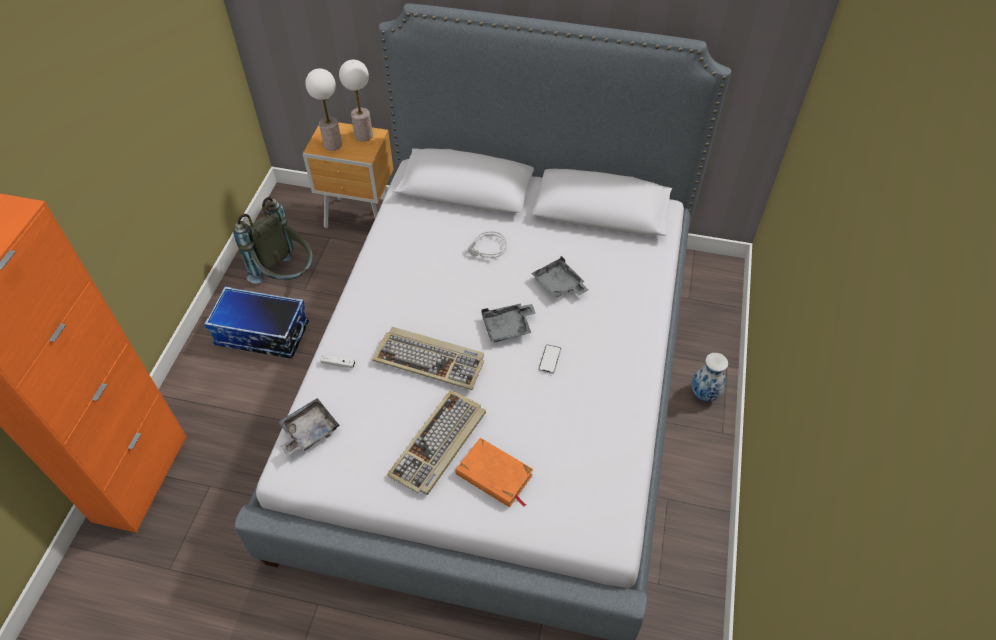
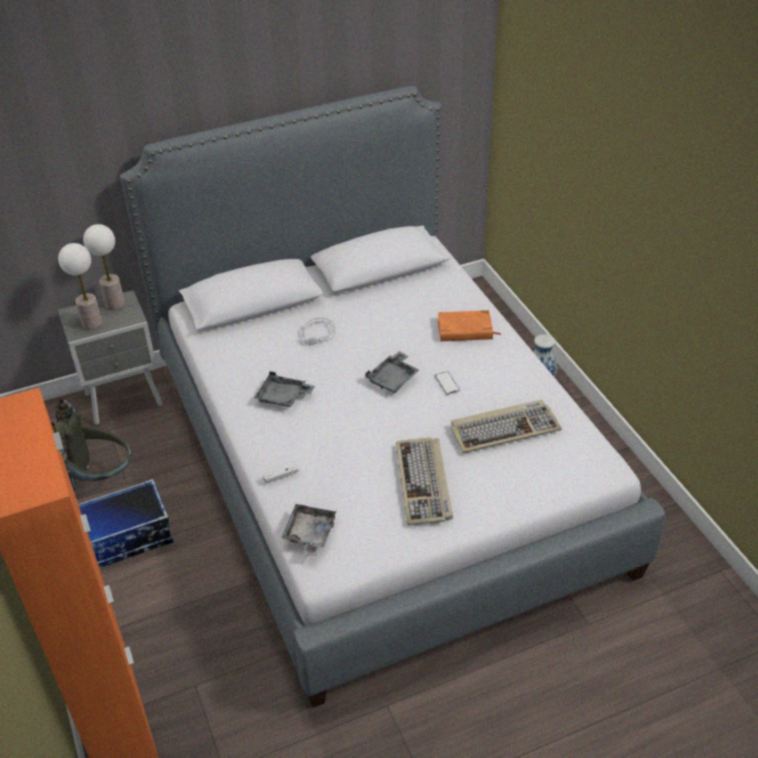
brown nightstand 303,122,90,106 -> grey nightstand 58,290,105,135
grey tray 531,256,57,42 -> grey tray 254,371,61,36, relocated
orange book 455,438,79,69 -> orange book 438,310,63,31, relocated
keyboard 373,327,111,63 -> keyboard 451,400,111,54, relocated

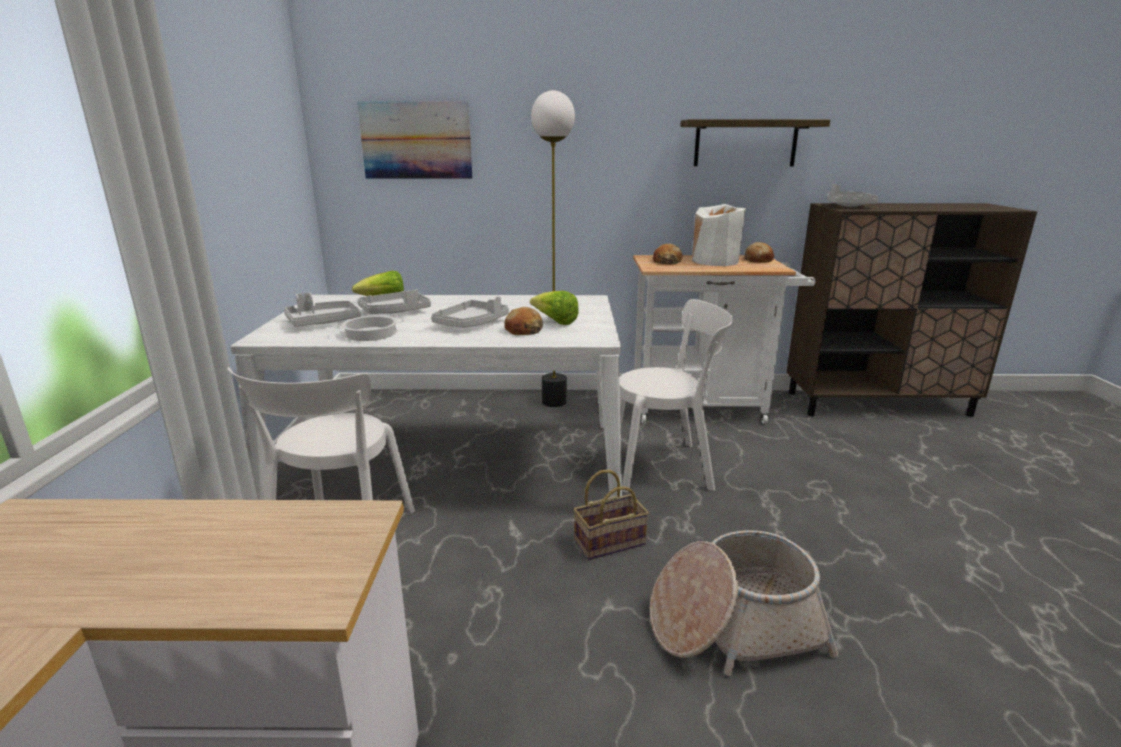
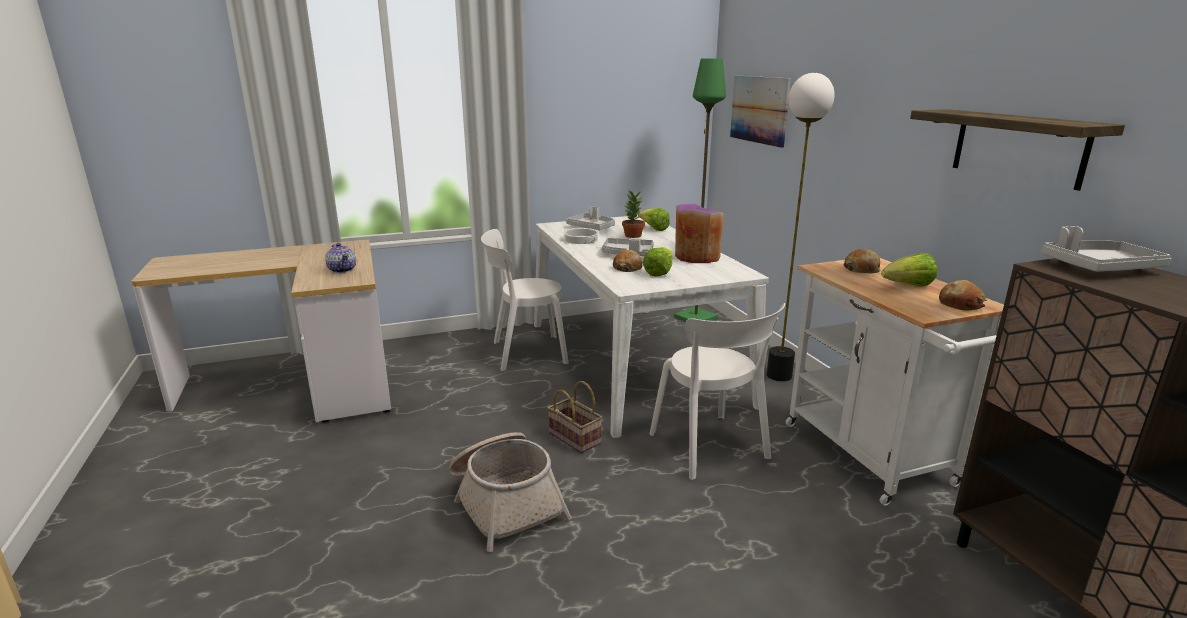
none -> teapot 325,243,31,30
grey tray 357,289,74,25 -> potted plant 622,191,23,47
none -> green floor lamp 674,58,52,264
none -> purple vase 675,204,48,59
white vase 692,204,54,62 -> lettuce 881,253,56,33

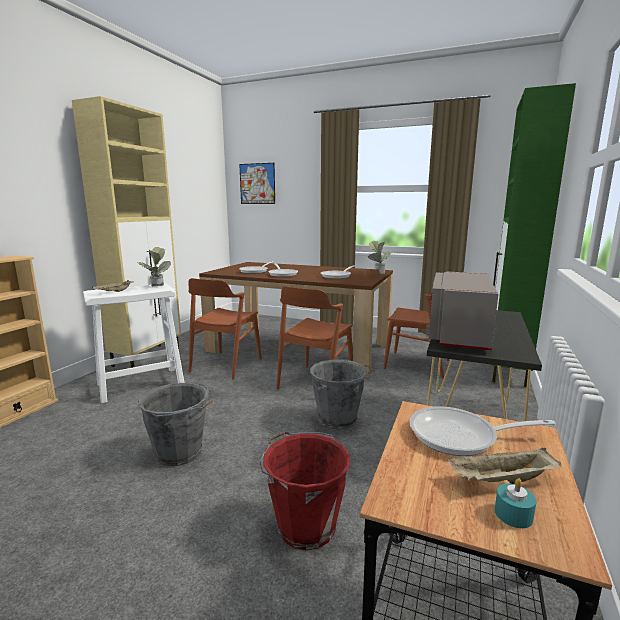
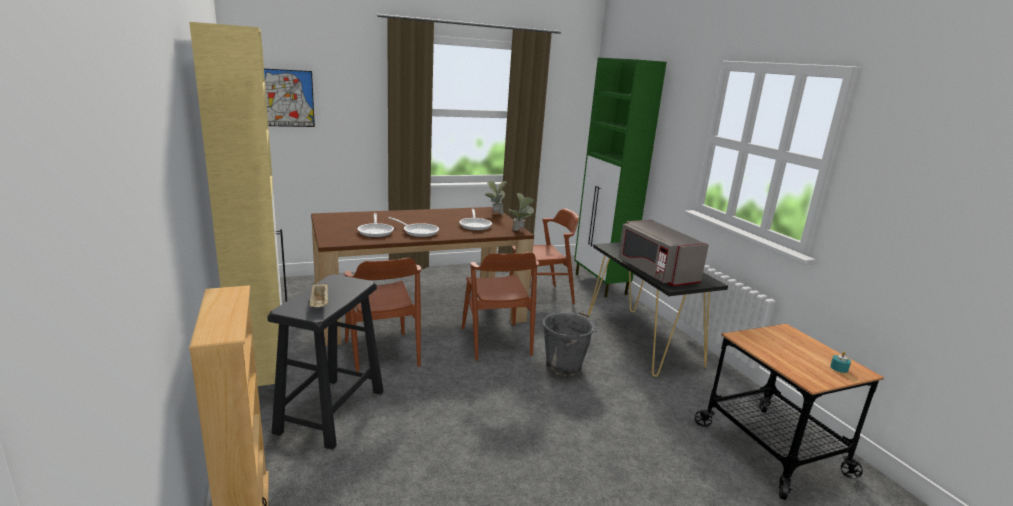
white stool 83,284,102,119 -> black stool 267,274,117,176
potted plant 138,247,33,40 -> potted plant 507,193,27,38, relocated
grey bucket 138,383,74,83 -> none
red bucket 260,431,90,119 -> none
frying pan 409,406,147,50 -> none
beige tray 448,447,113,37 -> none

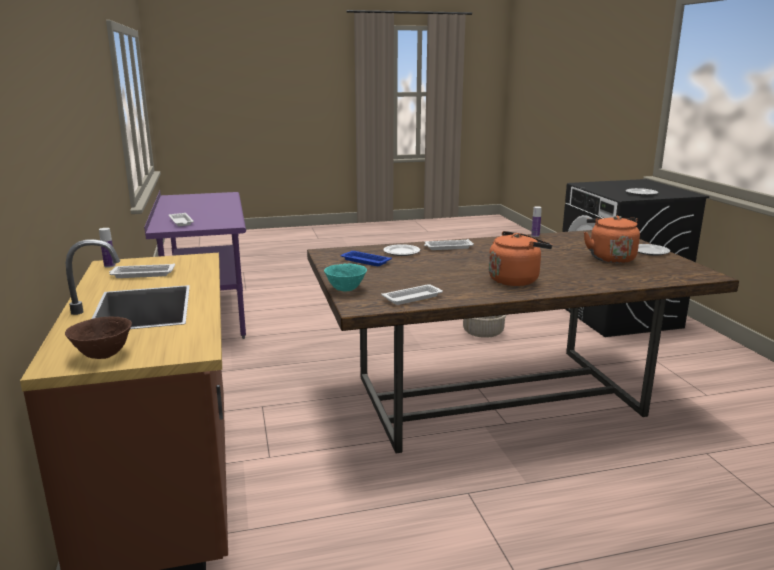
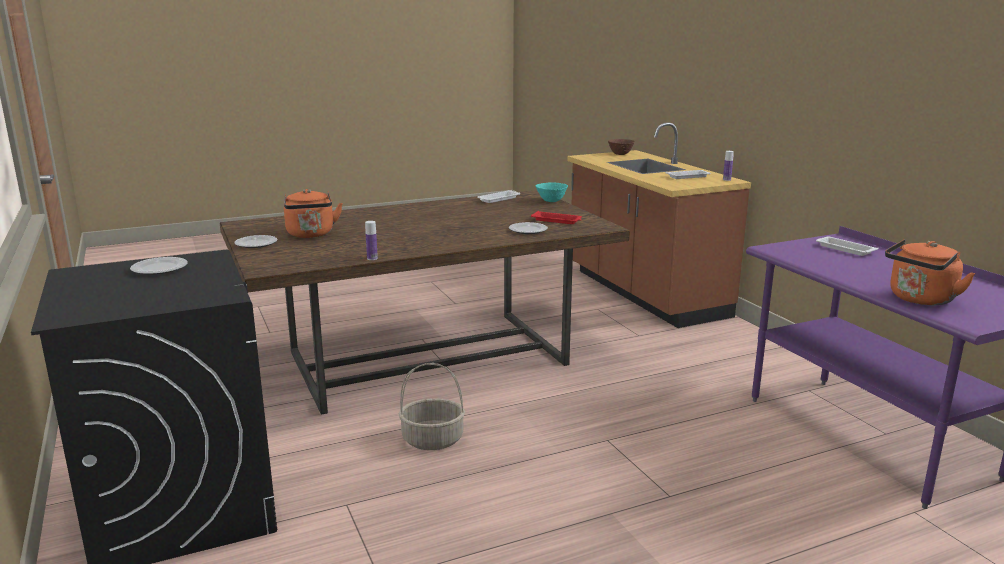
blue tray 340,251,52,15 -> red tray 531,211,51,13
orange kettle 489,231,63,55 -> orange kettle 885,239,91,67, relocated
white tray 424,239,50,11 -> none

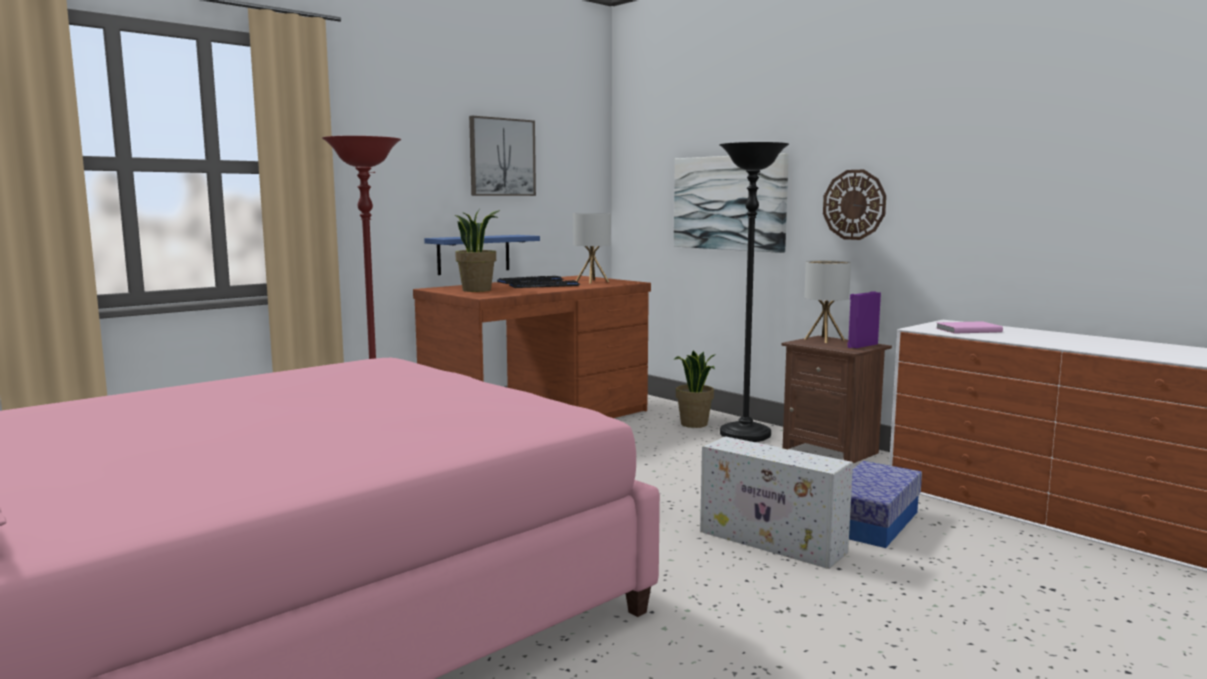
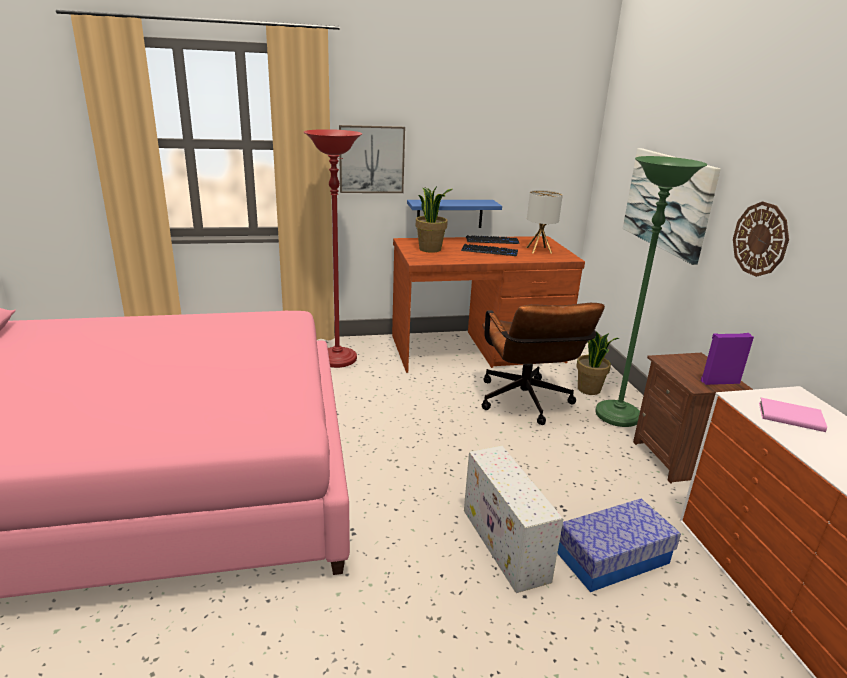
picture 469,116,67,80 -> picture 339,125,66,68, relocated
none -> brown office chair 481,303,124,122
black floor lamp 719,142,70,300 -> green floor lamp 595,156,113,271
table lamp 804,260,47,83 -> none

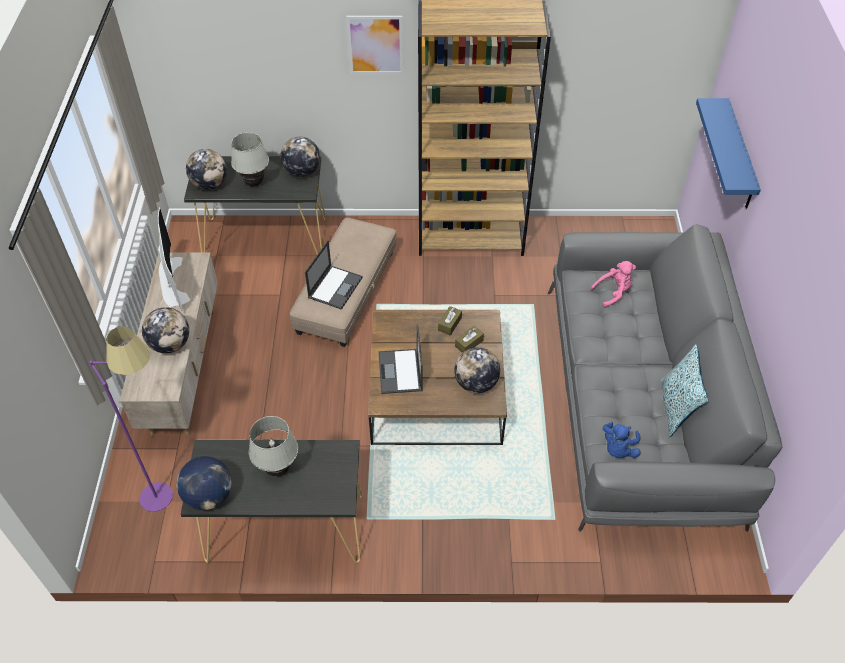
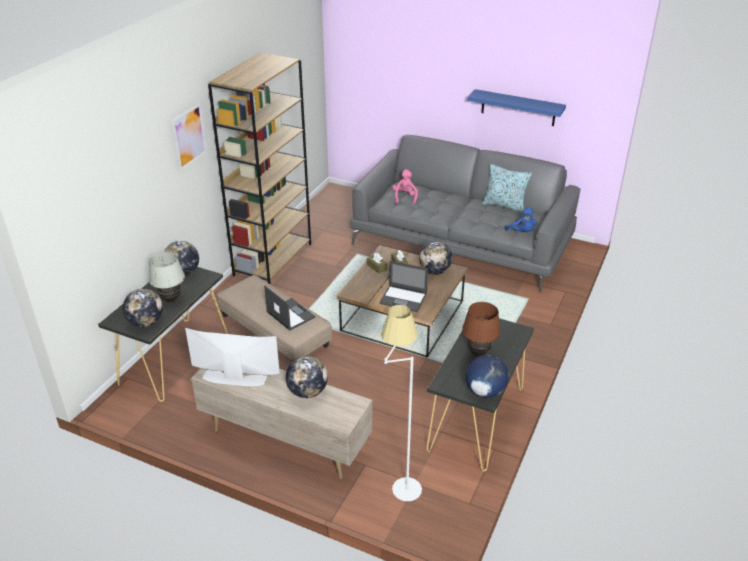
purple floor lamp 89,326,84,186 -> white floor lamp 381,305,41,196
white table lamp 249,416,49,60 -> brown table lamp 462,302,39,54
blue shelf 696,98,65,110 -> blue shelf 468,89,98,37, relocated

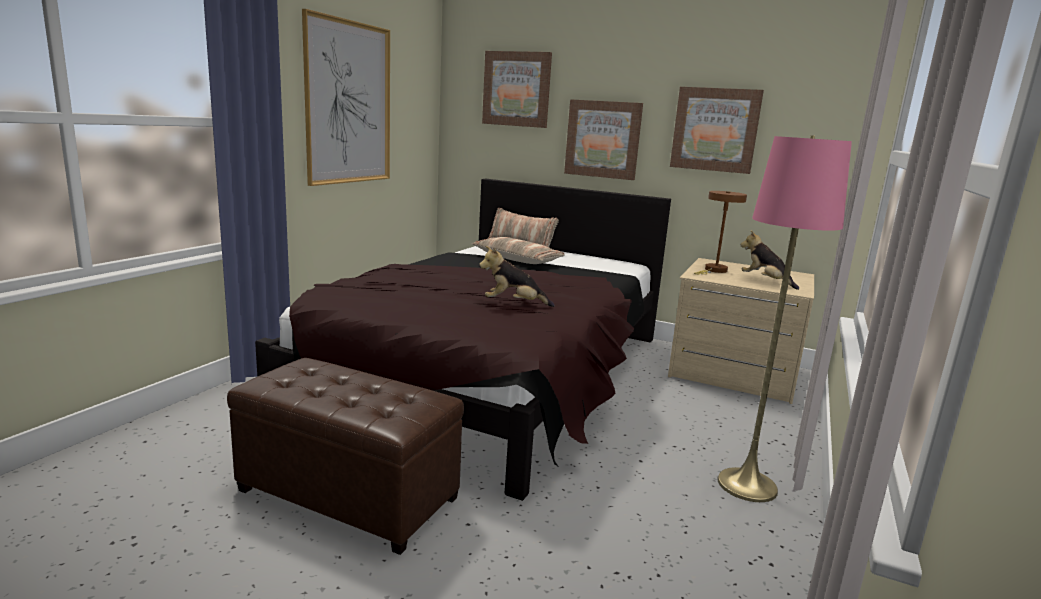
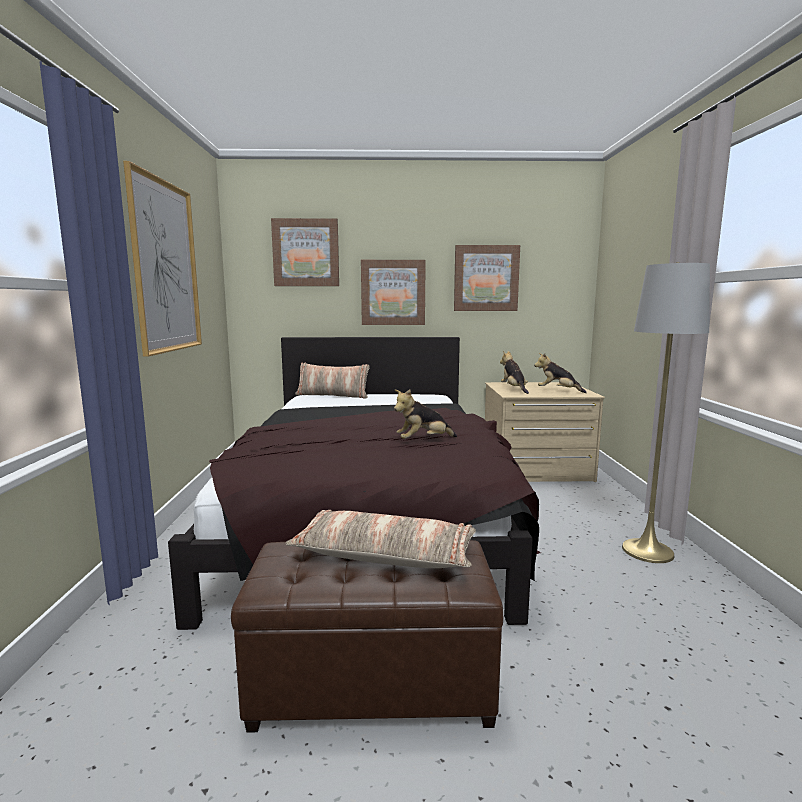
pillow 471,237,94,27 -> pillow 286,510,190,58, relocated
brown table lamp 694,191,53,83 -> plush toy 500,351,29,43
pink floor lamp 717,135,135,367 -> grey floor lamp 622,262,88,301

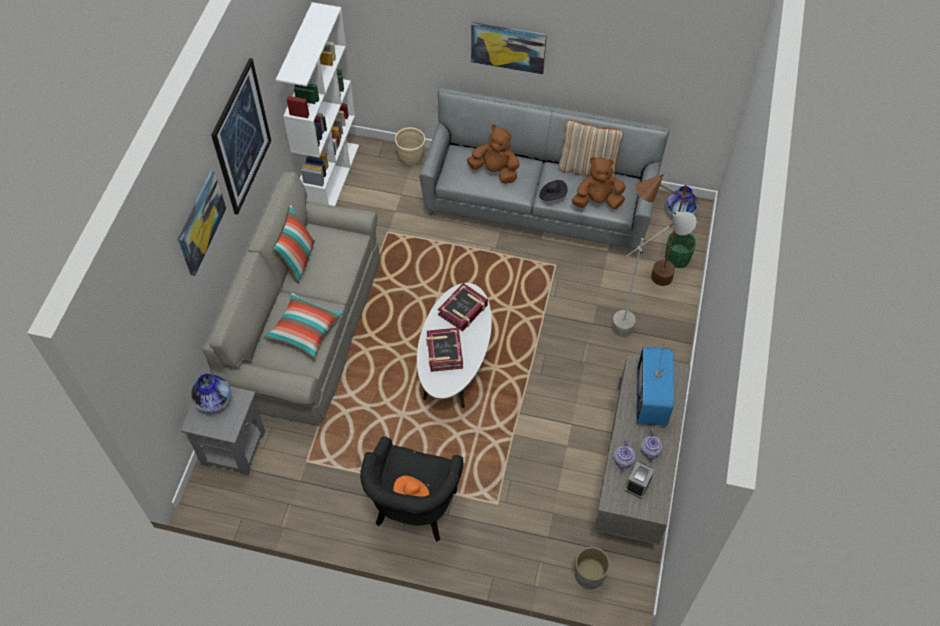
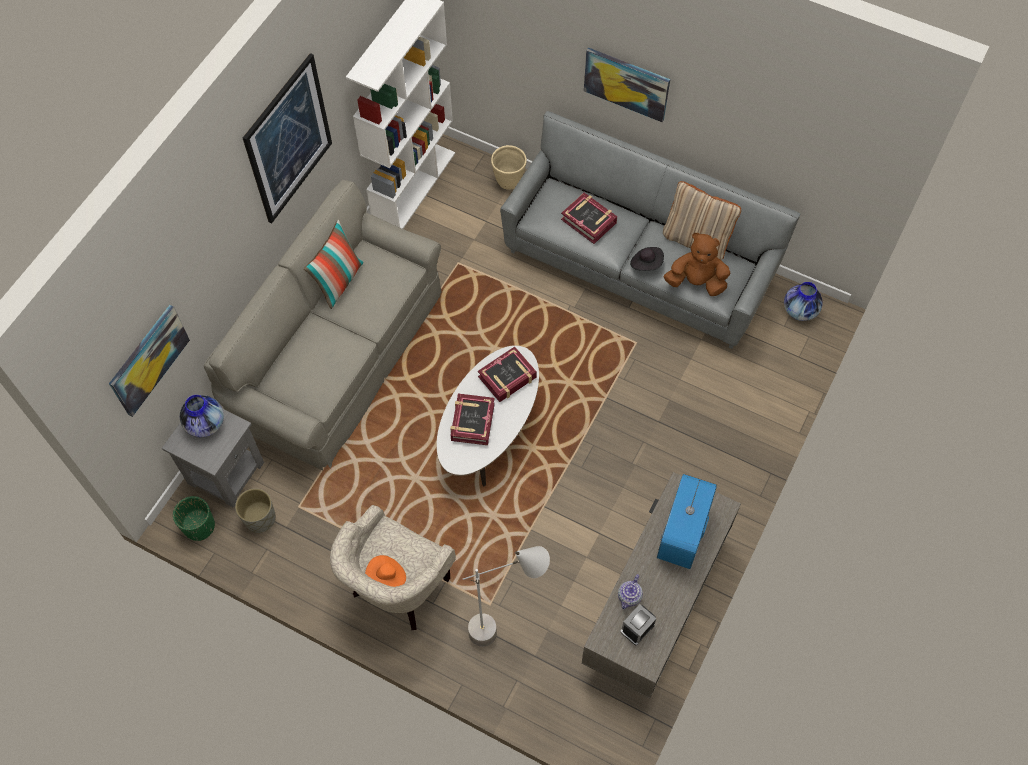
picture 178,171,48,105 -> picture 109,305,81,112, relocated
green planter 665,232,31,36 -> green planter 173,496,42,45, relocated
grey planter 575,547,35,42 -> grey planter 235,488,41,45, relocated
black armchair 360,437,103,105 -> beige armchair 330,505,126,125
grey floor lamp 611,212,85,125 -> grey floor lamp 463,546,87,101, relocated
brown plush toy 467,125,53,59 -> book 561,193,56,51
pillow 264,293,79,65 -> none
brown floor lamp 635,174,58,112 -> none
teapot 641,429,22,31 -> none

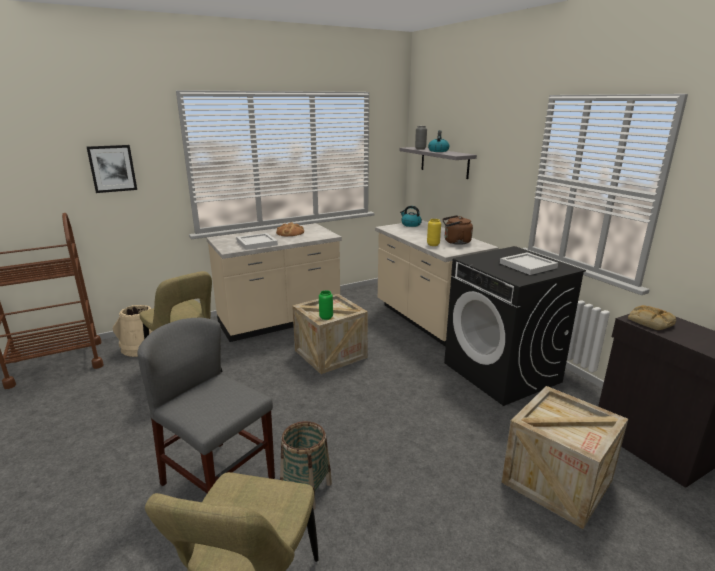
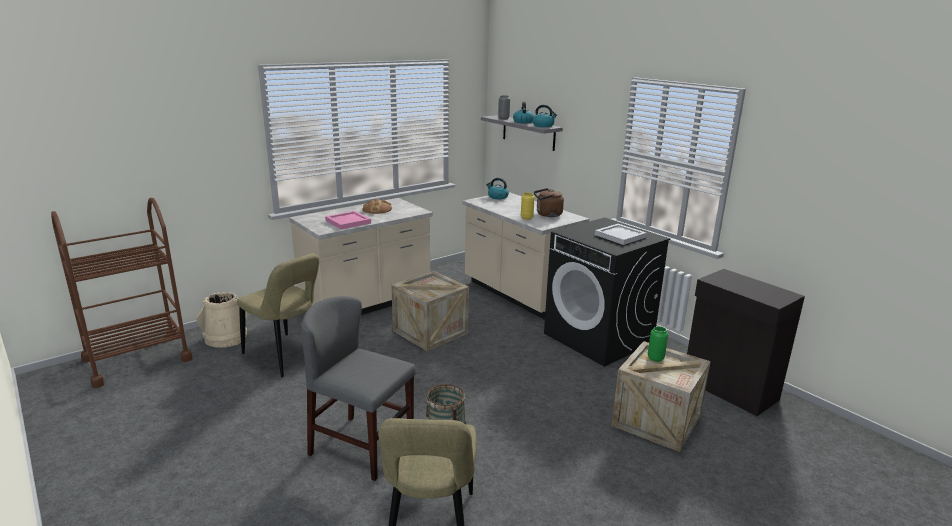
white tray 236,233,42,17 -> pink tray 325,211,46,18
none -> kettle 533,105,24,22
green vase 319,290,14,30 -> green vase 648,326,20,36, relocated
picture 87,145,50,48 -> none
bread 628,305,48,25 -> none

